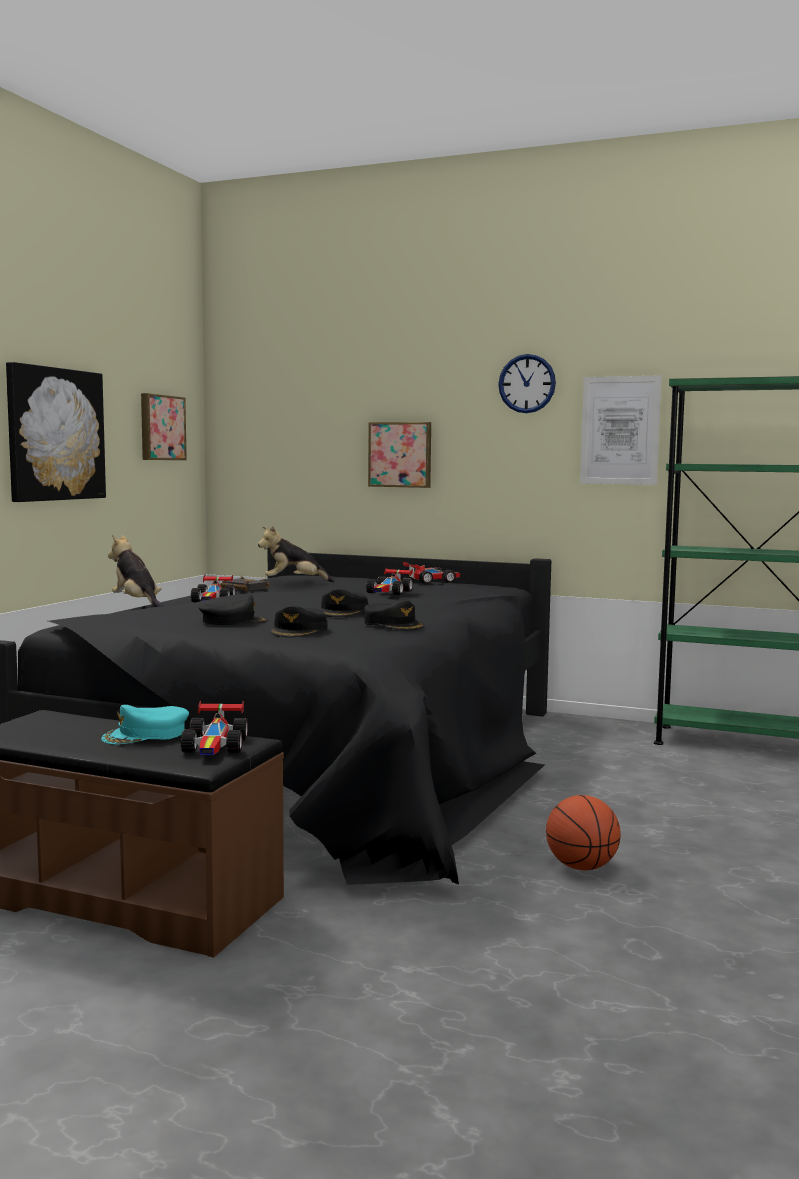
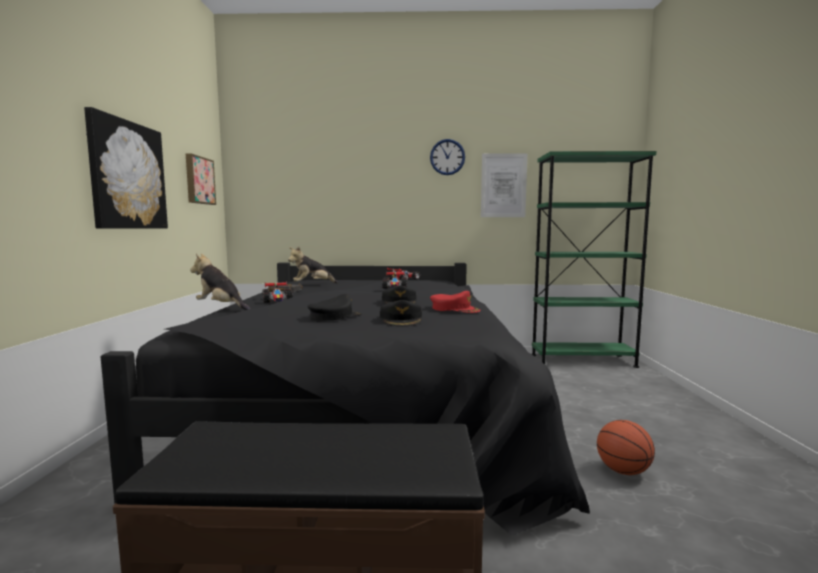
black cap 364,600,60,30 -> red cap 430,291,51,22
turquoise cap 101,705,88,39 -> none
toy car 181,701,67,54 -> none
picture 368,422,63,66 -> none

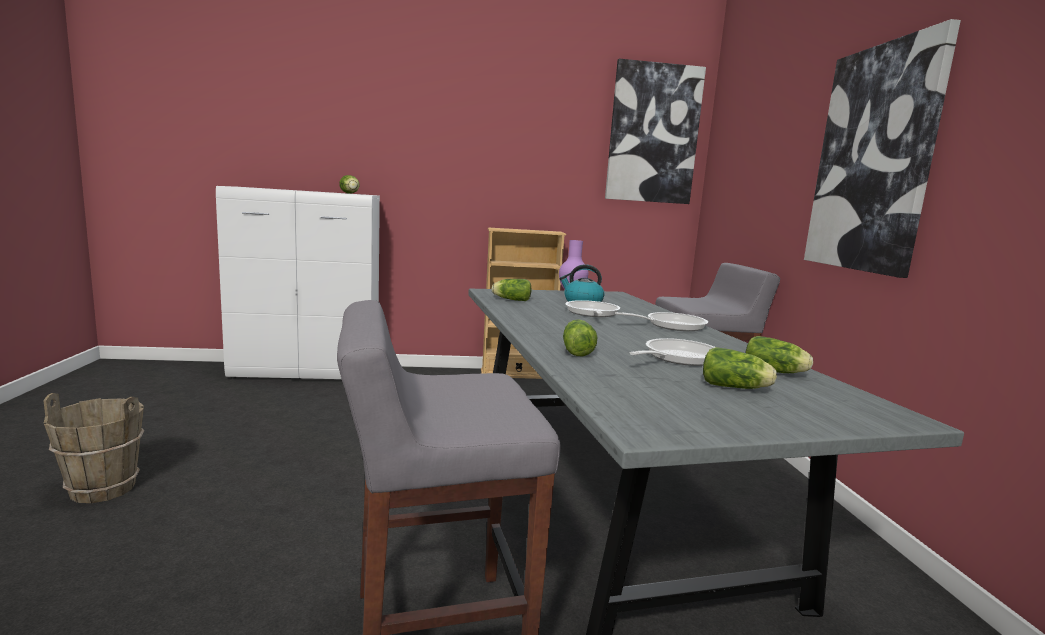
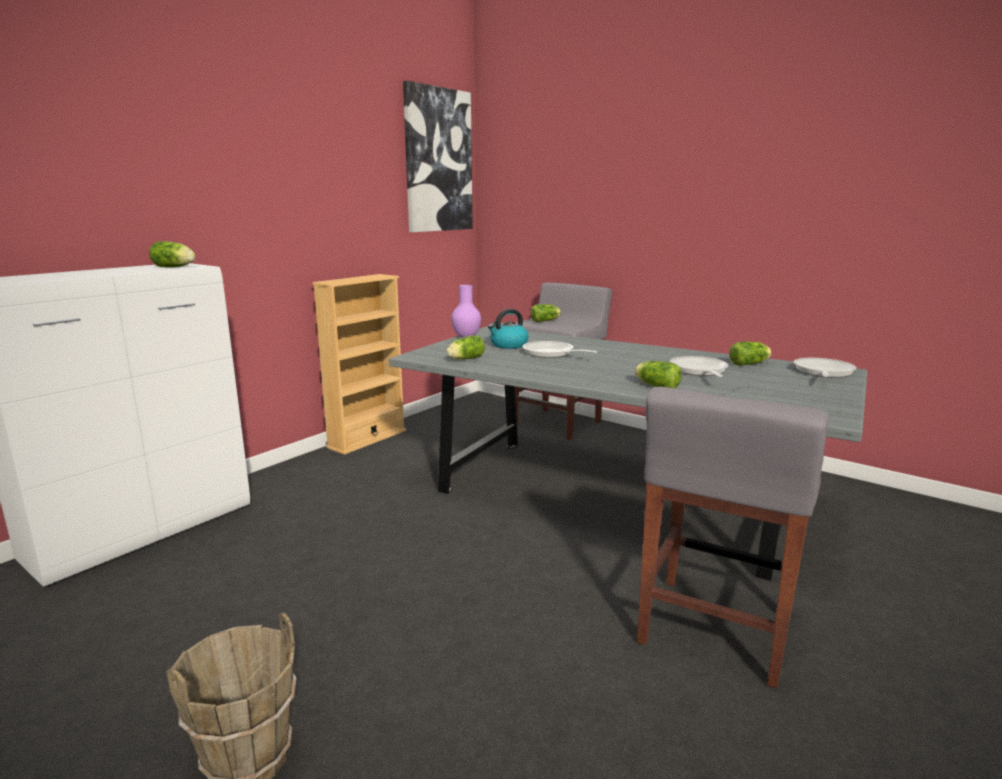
lettuce 703,347,74,42 -> lettuce 531,304,30,18, relocated
frying pan 615,312,93,19 -> frying pan 794,358,63,20, relocated
picture 804,19,157,259 -> none

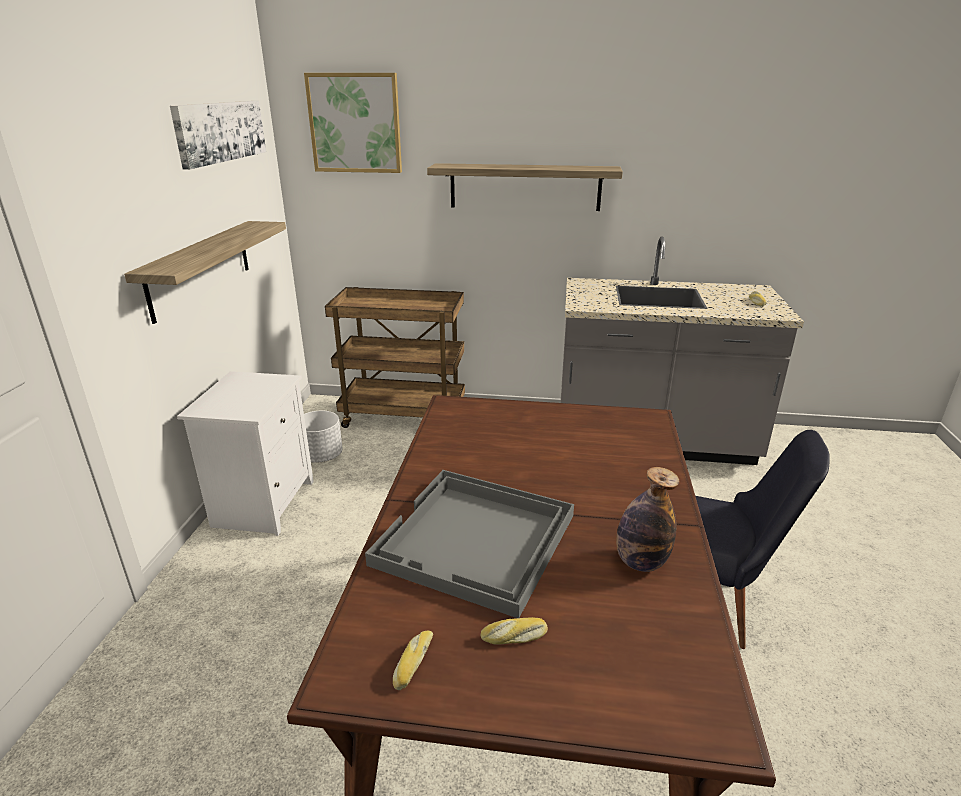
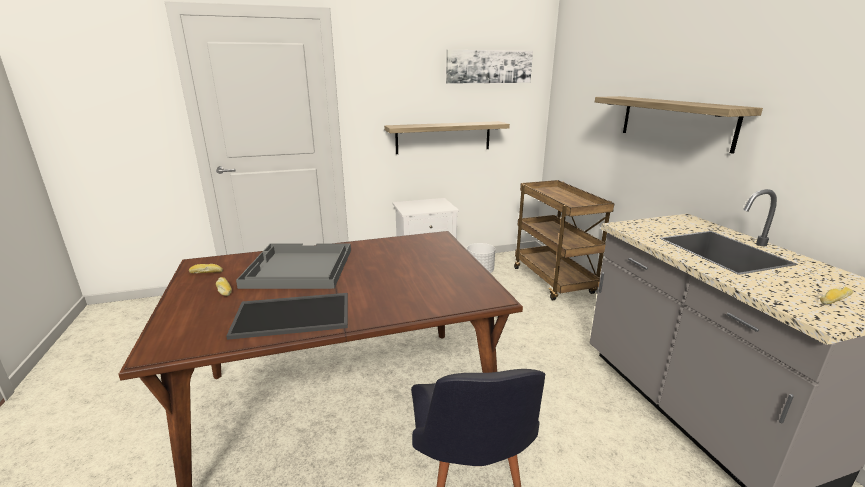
bottle 616,467,63,105 -> tray 226,293,122,47
picture 304,73,98,100 -> none

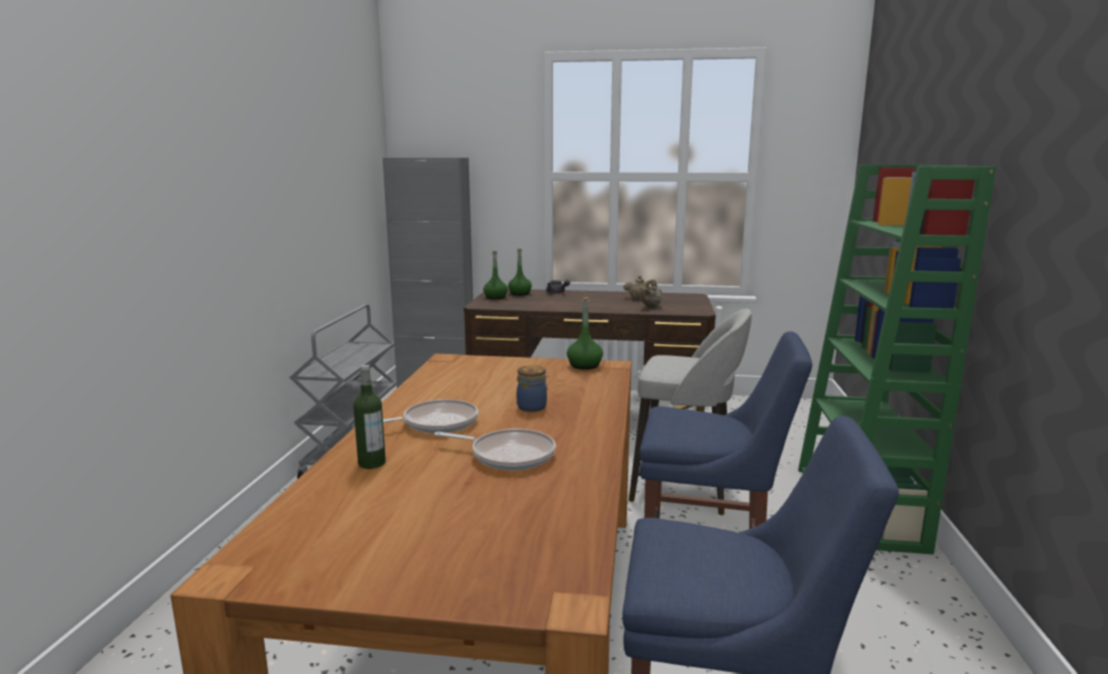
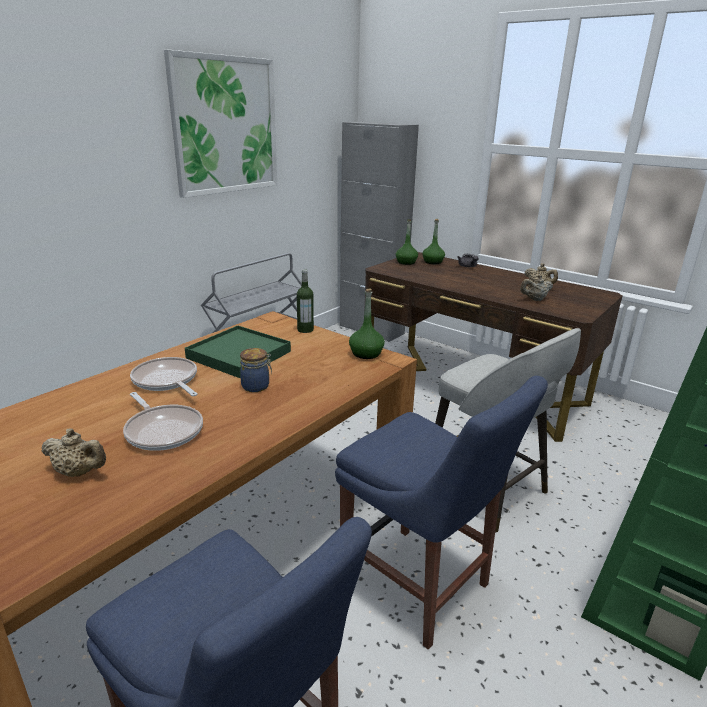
none -> beige teapot 42,428,64,49
frying pan 383,399,95,34 -> frying pan 130,357,68,39, 135 degrees counterclockwise
none -> picture 164,50,113,148
none -> green tray 185,325,106,53
bottle 353,365,33,104 -> bottle 297,269,17,64, relocated

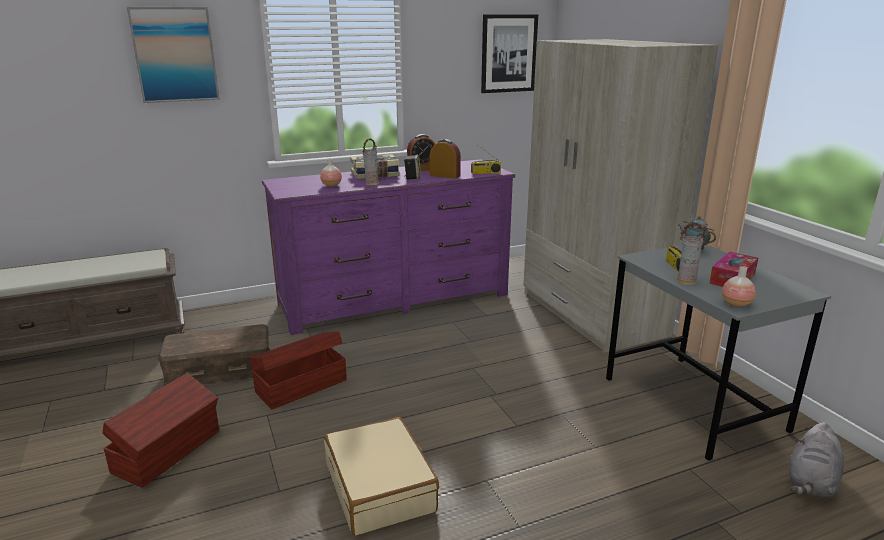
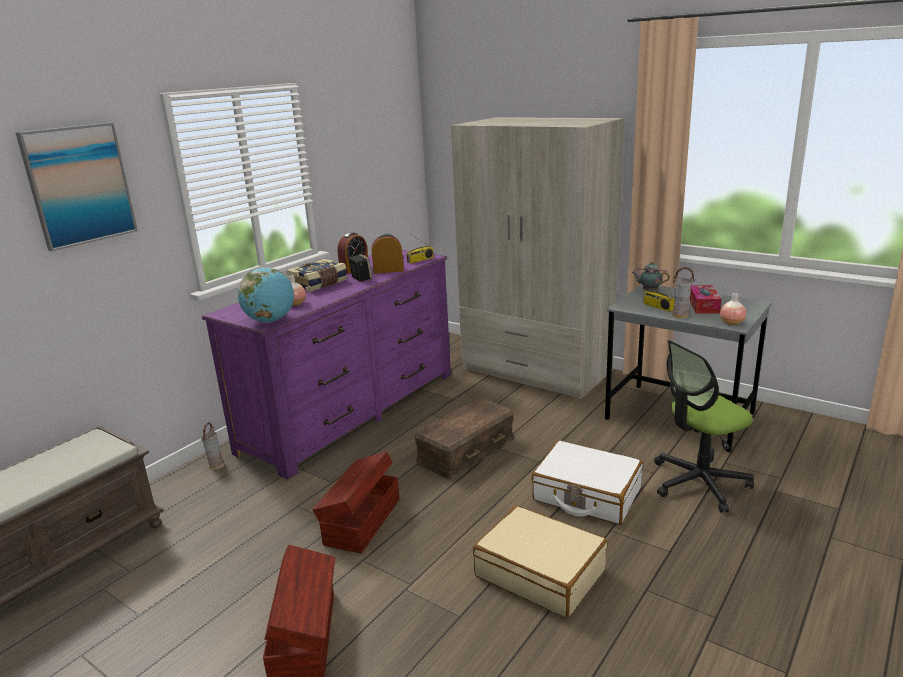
vase 363,138,16,48 -> vase 201,422,23,48, relocated
none -> globe 237,267,57,56
brown storage box 158,324,112,62 -> brown storage box 414,398,100,81, relocated
none -> white suitcase 532,440,111,85
none -> office chair 654,340,100,173
picture 481,14,57,79 -> none
grey plush toy 789,422,55,76 -> none

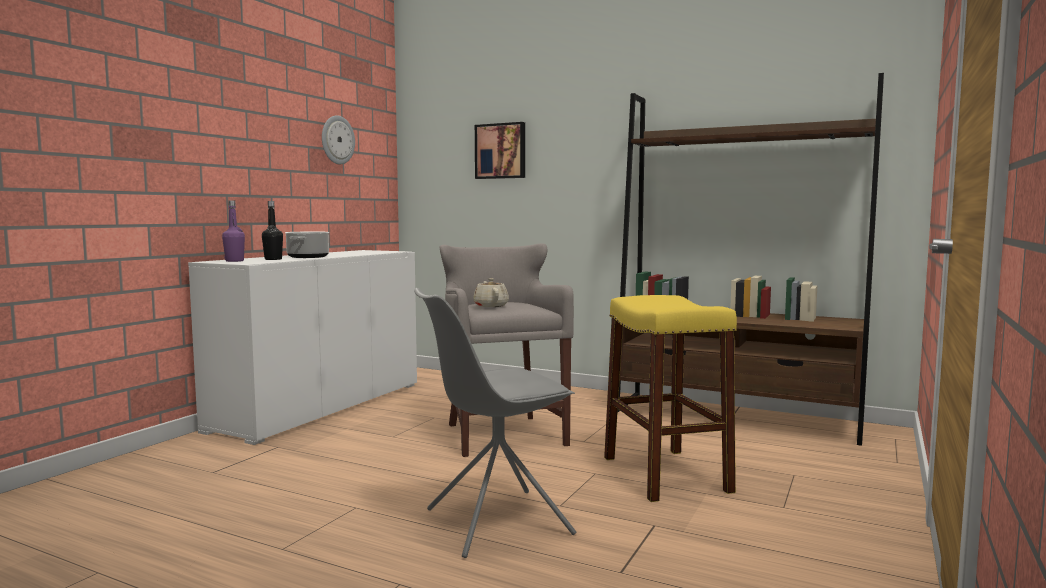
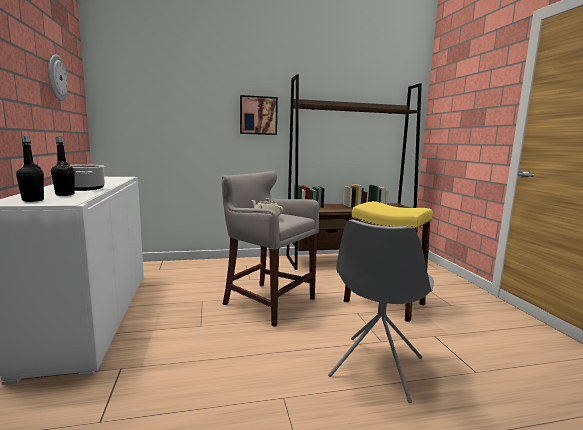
purple bottle 222,201,23,61 -> black bottle 16,136,28,66
picture 475,122,50,57 -> picture 240,95,38,40, relocated

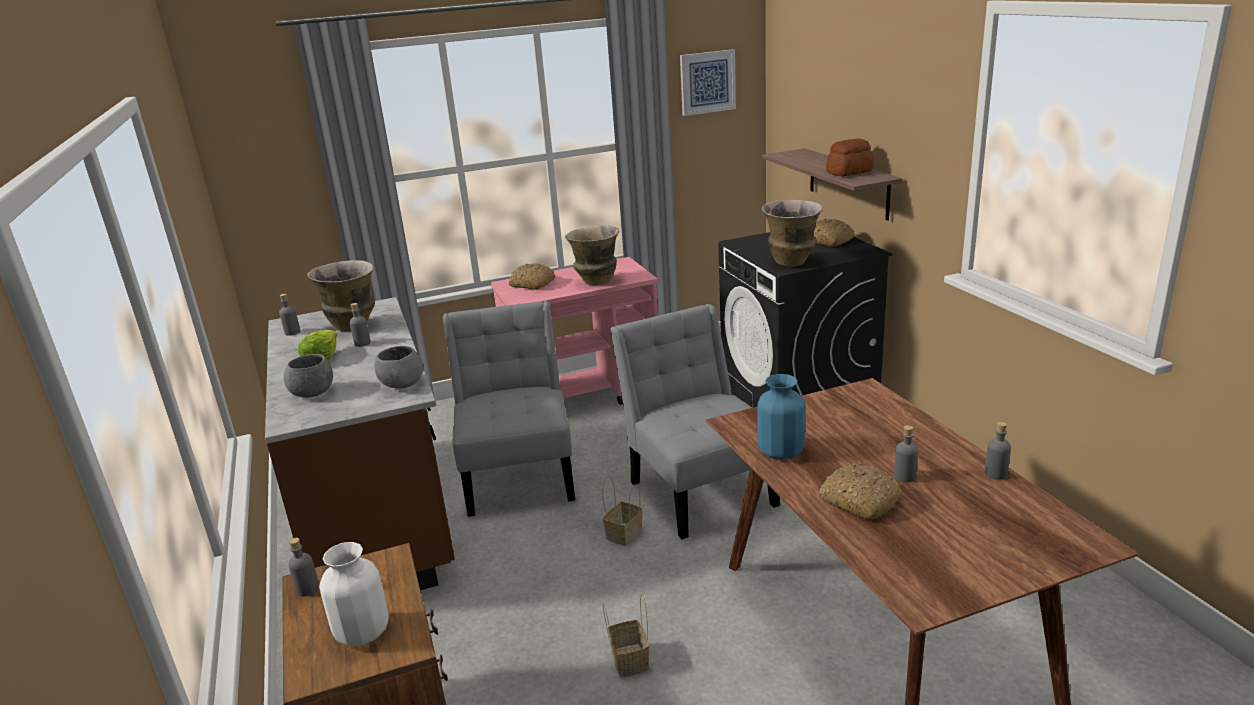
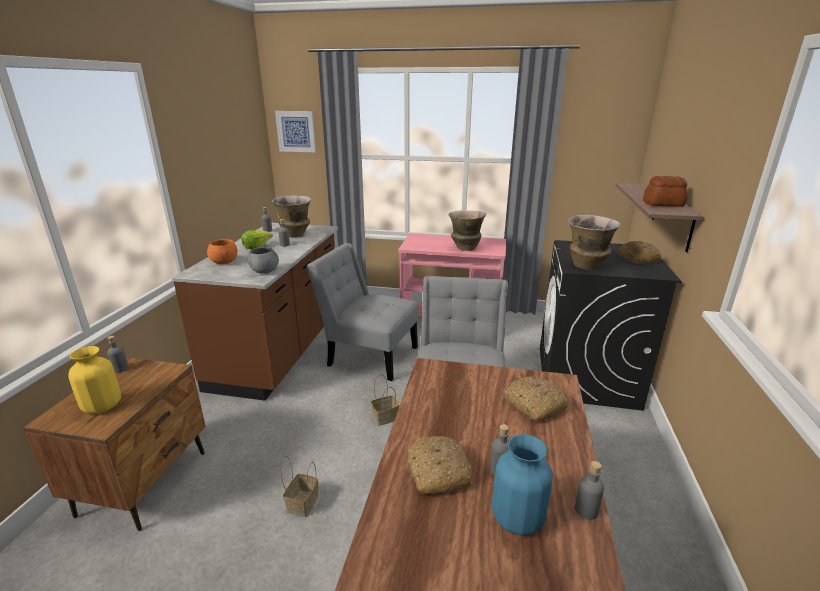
white vase 319,542,70,104 -> yellow vase 68,346,53,68
grey bowl 284,354,49,44 -> orange bowl 207,239,30,25
picture 680,49,56,67 -> picture 275,111,41,41, relocated
grey chair 443,301,132,216 -> grey chair 307,243,111,138, 90 degrees counterclockwise
blue vase 757,374,48,86 -> blue vase 492,434,61,102, relocated
bread 509,263,47,27 -> bread 503,376,65,45, relocated

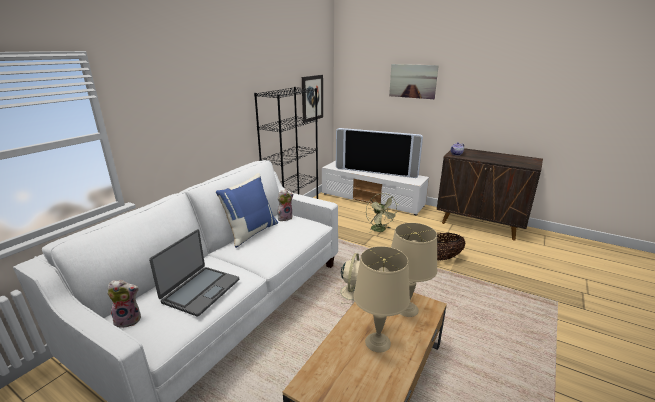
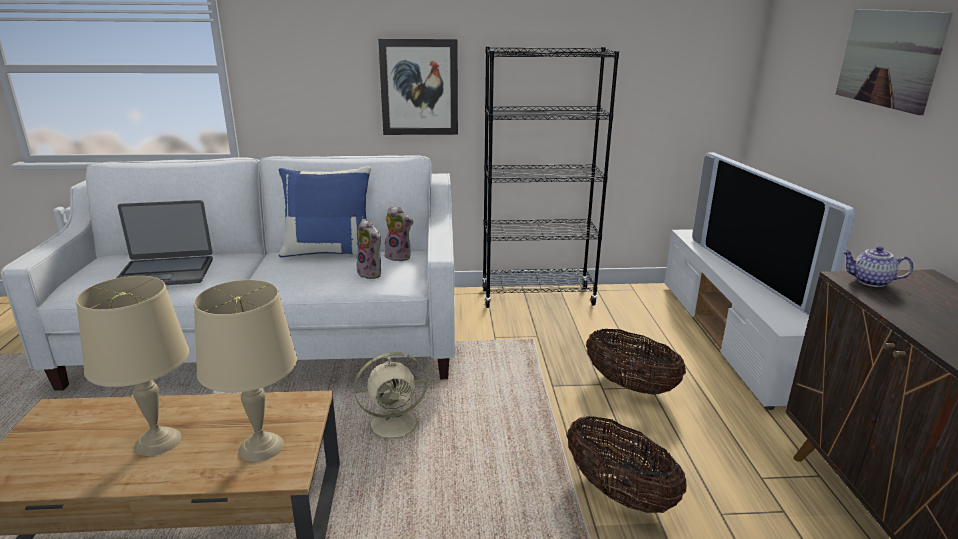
plush toy 107,280,34,48 -> plush toy 356,219,26,60, relocated
picture 302,75,21,48 -> picture 378,39,80,96, relocated
green fan 366,193,33,40 -> basket 586,329,100,66

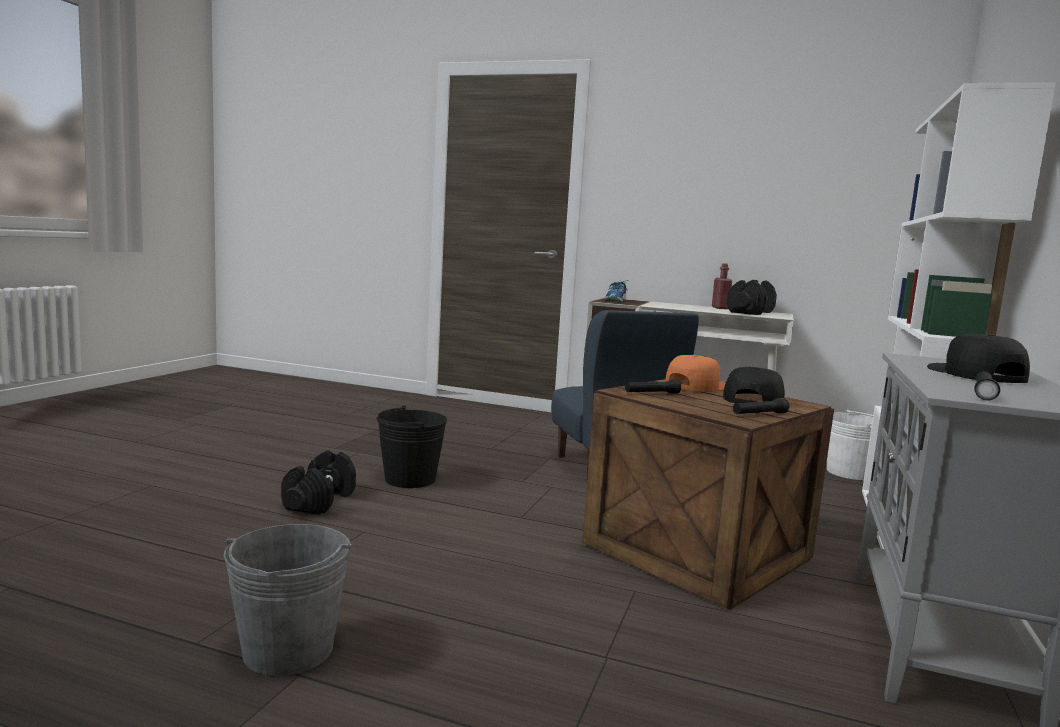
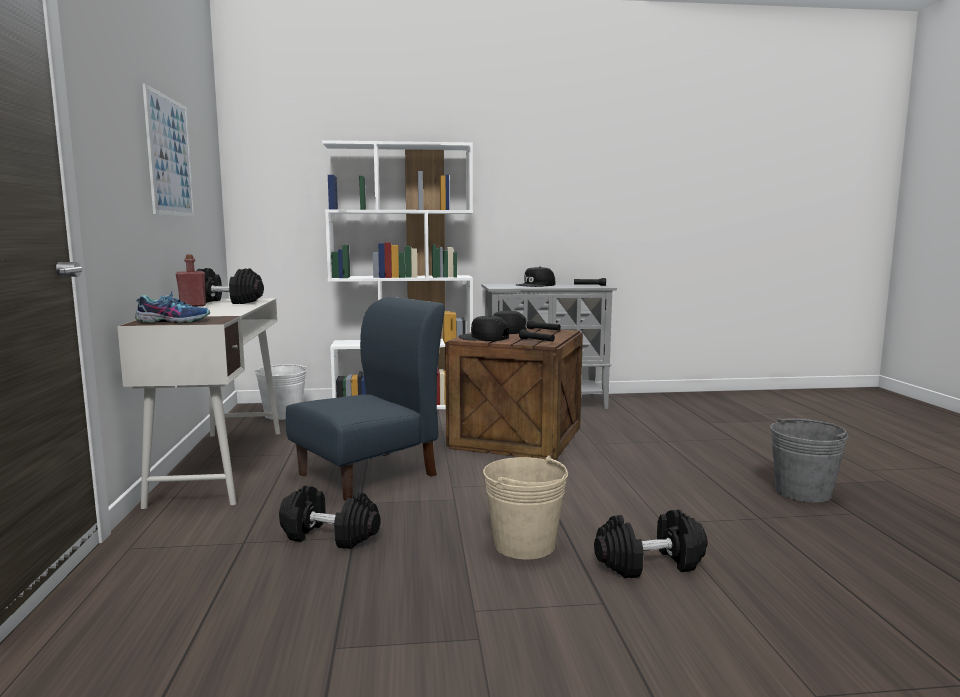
none -> picture 143,84,51,133
none -> black dumbbell 279,485,102,64
orange cap 665,355,60,37 -> black cap 459,315,50,26
black bucket 376,406,71,82 -> beige bucket 483,455,85,104

